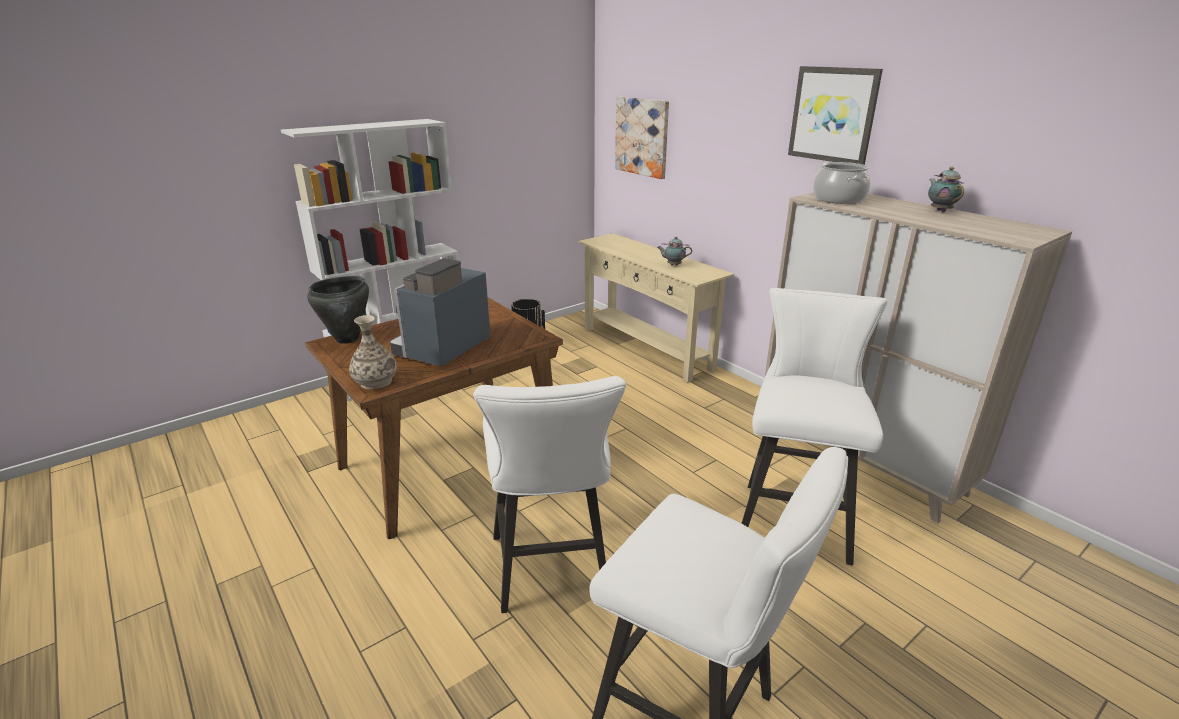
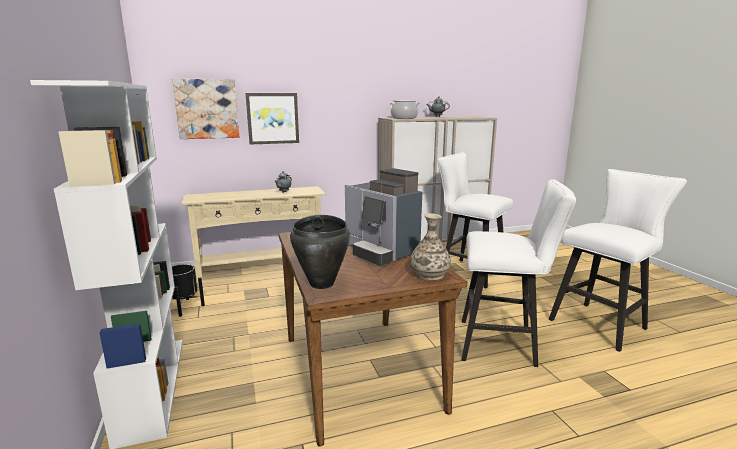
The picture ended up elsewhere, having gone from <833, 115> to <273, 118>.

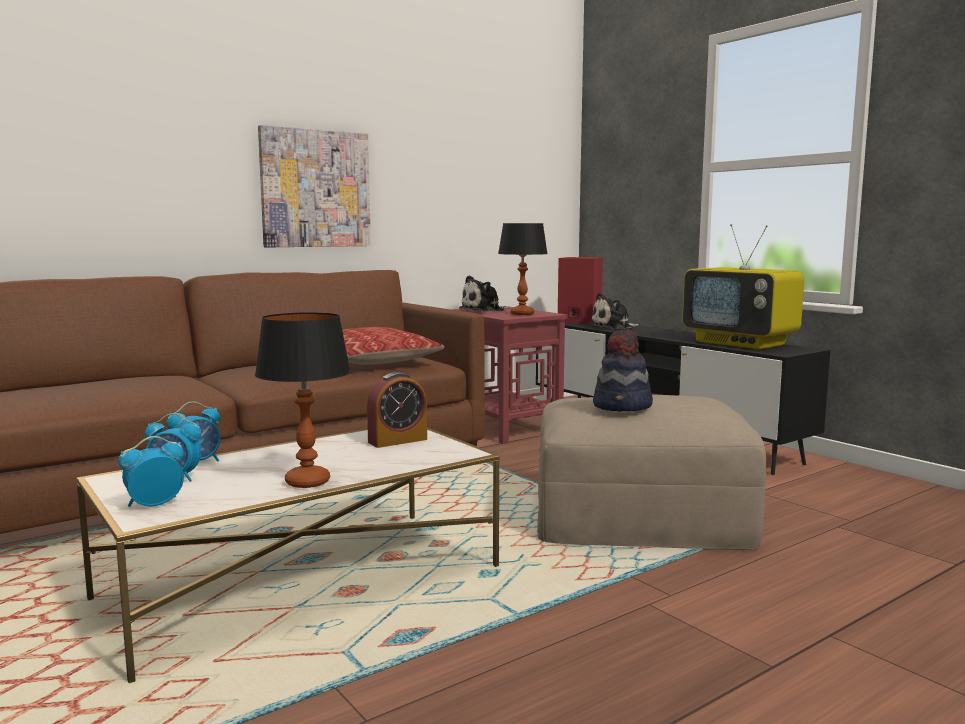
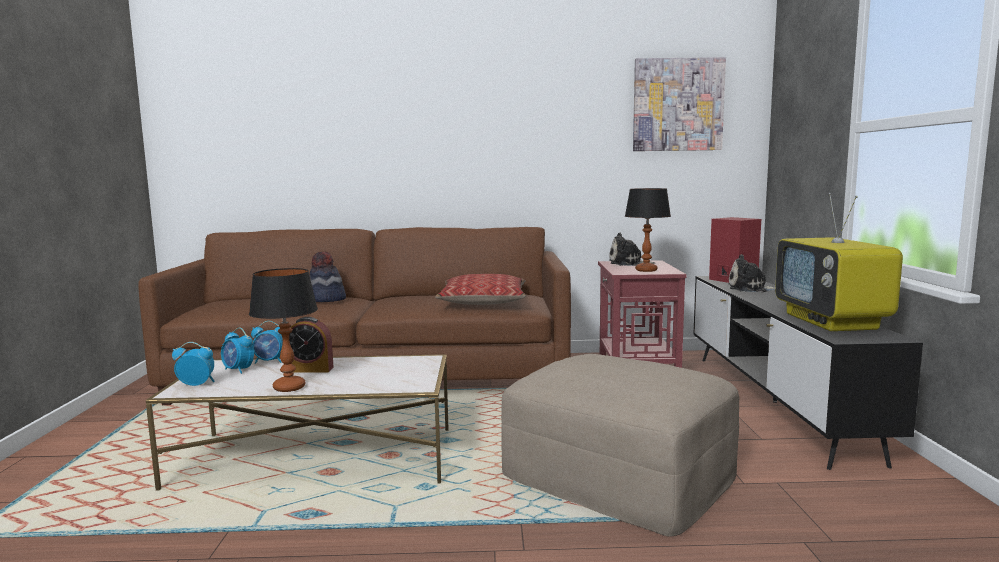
The alarm clock ended up elsewhere, having gone from <397, 441> to <310, 369>.
The hat ended up elsewhere, having gone from <623, 406> to <326, 300>.
The picture ended up elsewhere, having gone from <315, 189> to <678, 105>.

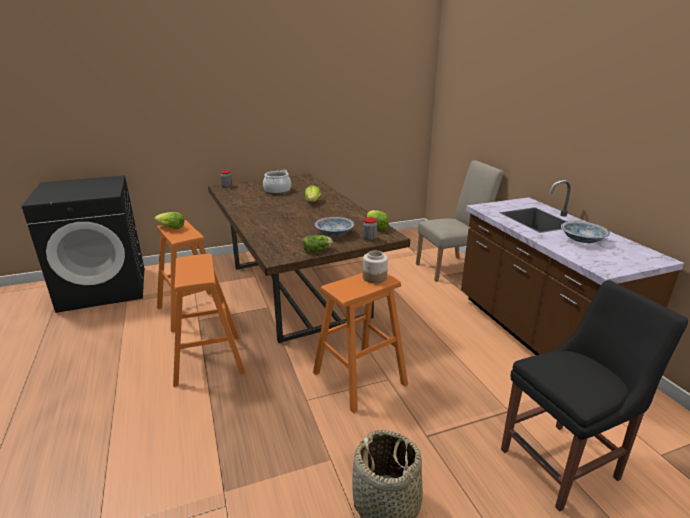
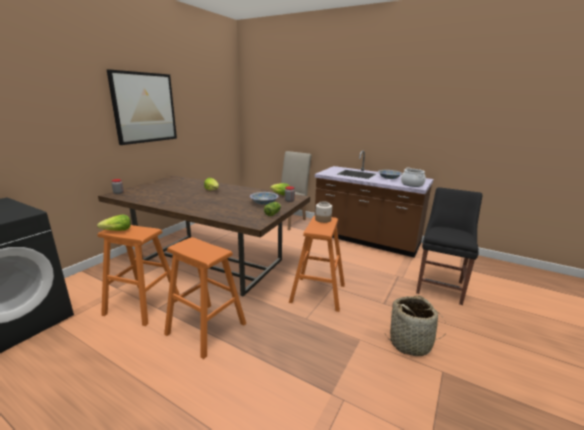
The second view gained the picture at <144, 108>.
The cooking pot ended up elsewhere, having gone from <277, 190> to <412, 184>.

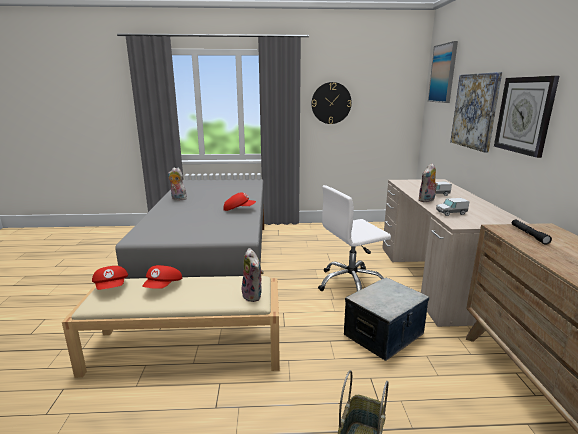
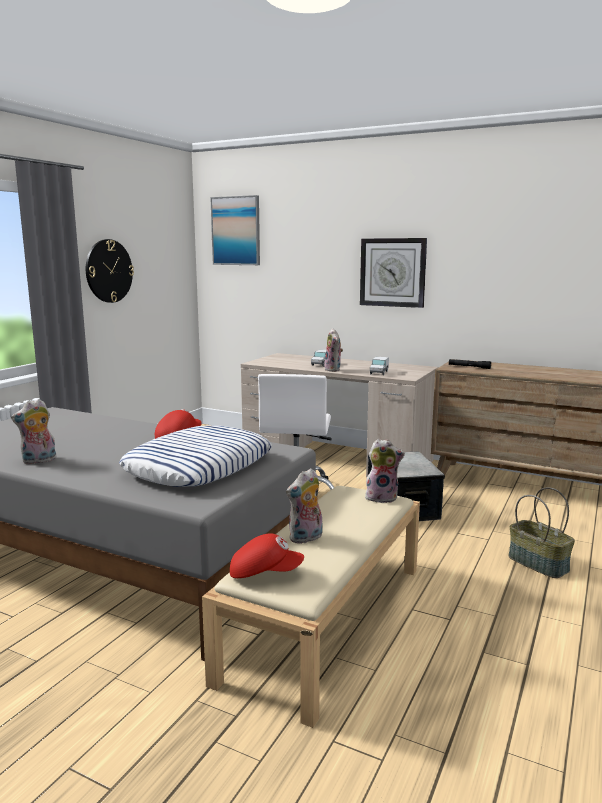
The second view gained the pillow at <199, 466>.
Where the red cap stood at <163, 286>, the plush toy came to stand at <306, 538>.
The second view lost the picture at <475, 111>.

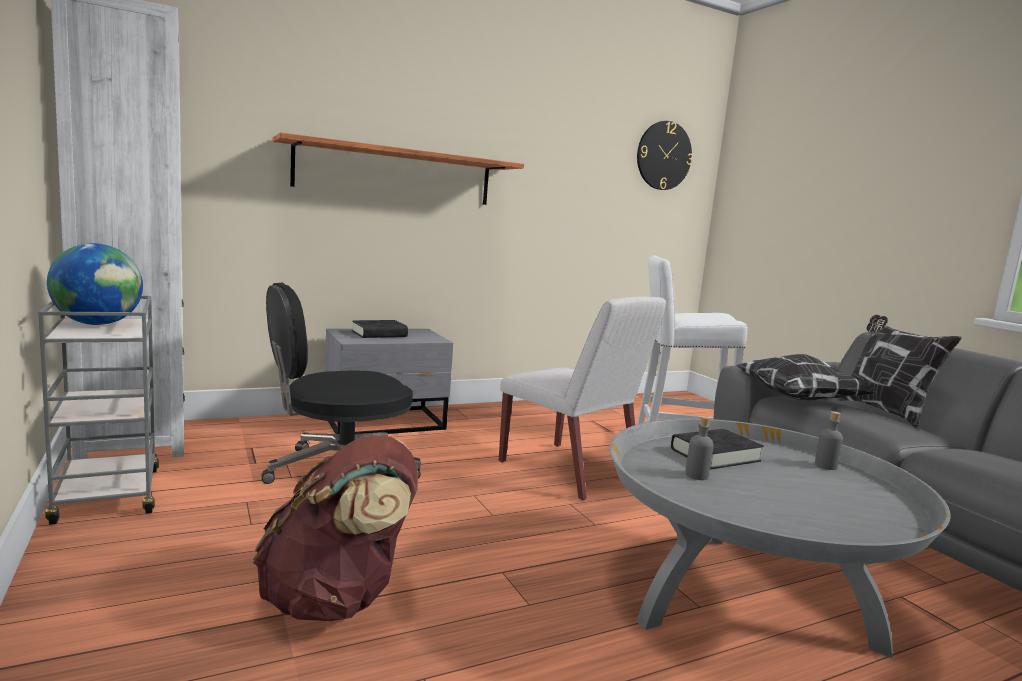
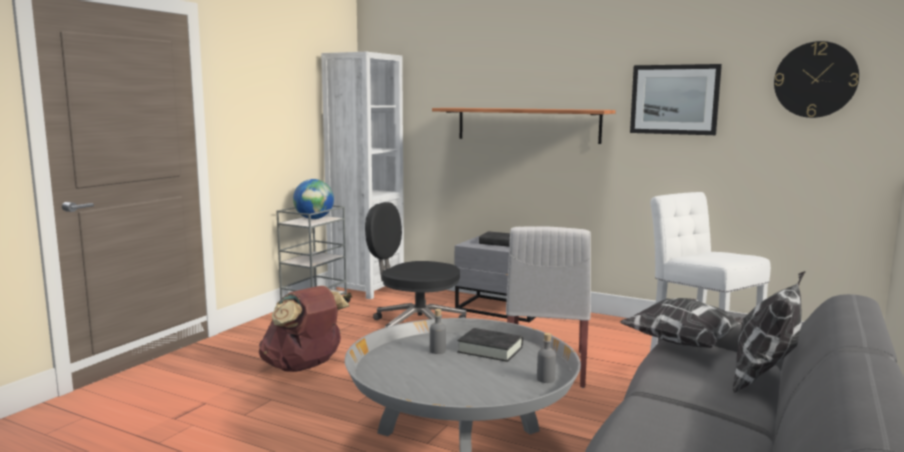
The second view gained the picture at <674, 99>.

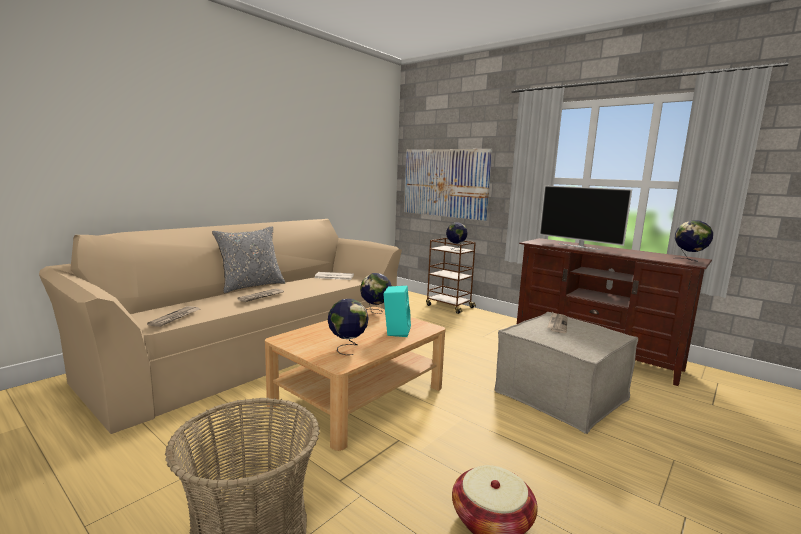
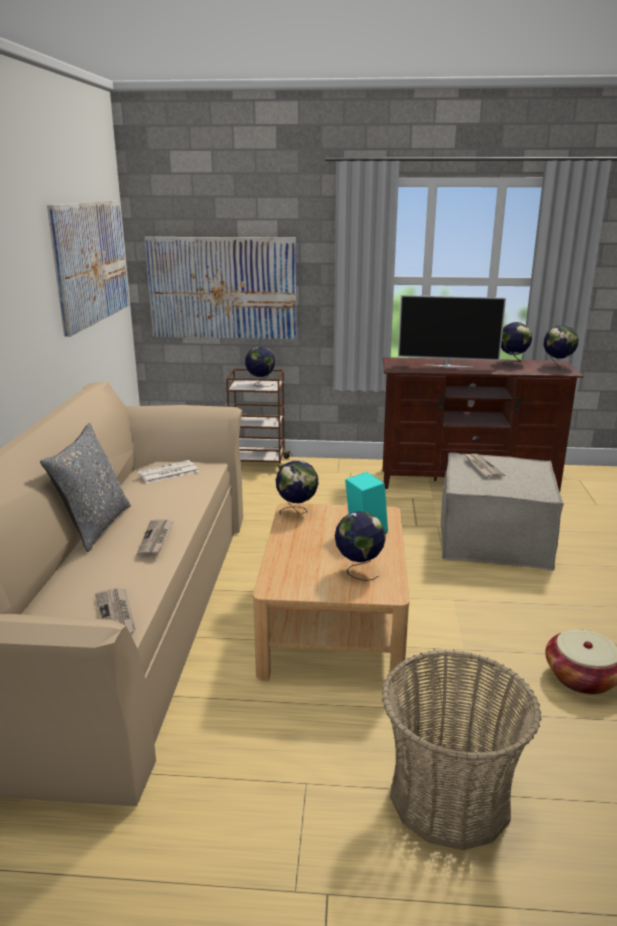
The second view gained the picture at <91, 262>.
The second view gained the globe at <512, 363>.

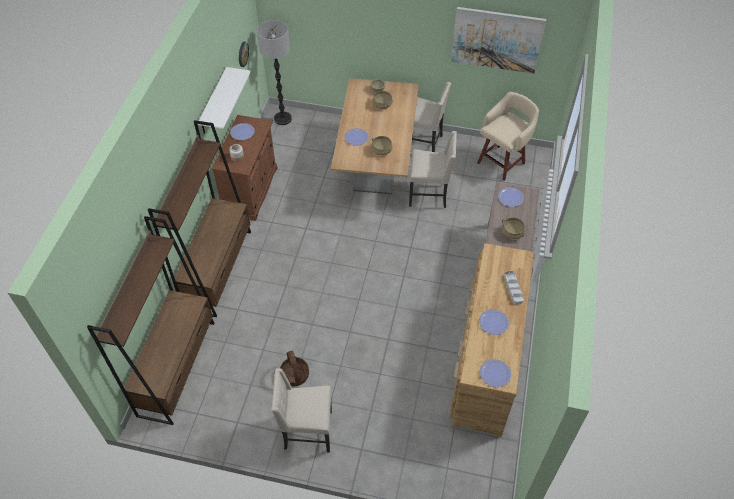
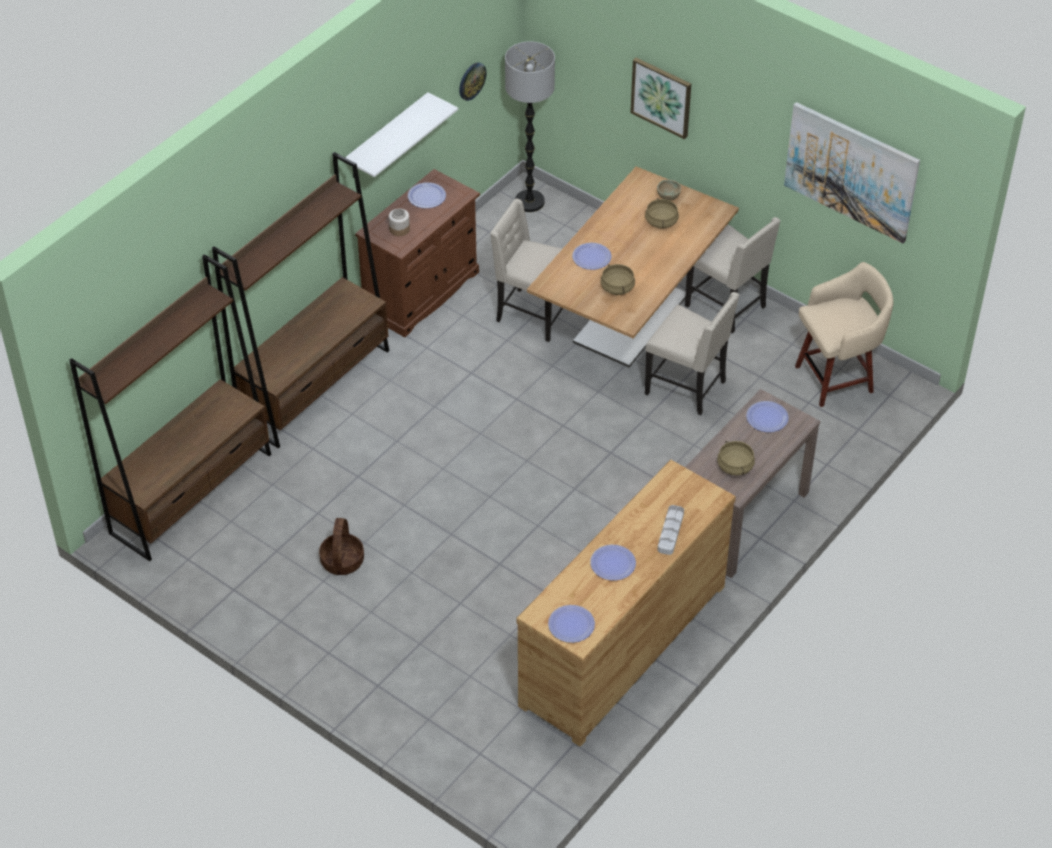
The beige chair ended up elsewhere, having gone from <306, 431> to <532, 314>.
The second view gained the picture at <661, 97>.

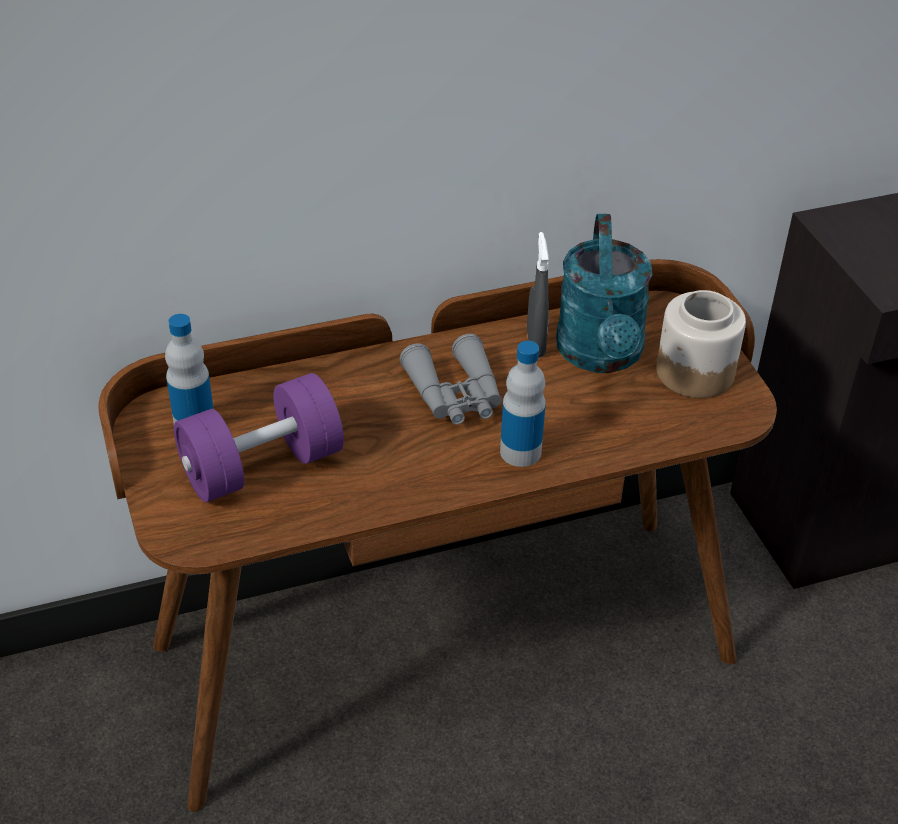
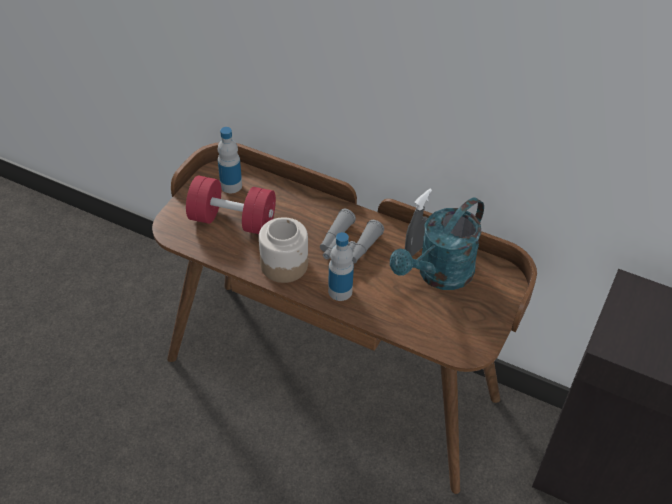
What was the purple dumbbell at <262, 466> turned into the red dumbbell at <233, 221>.
The jar ended up elsewhere, having gone from <694, 372> to <284, 264>.

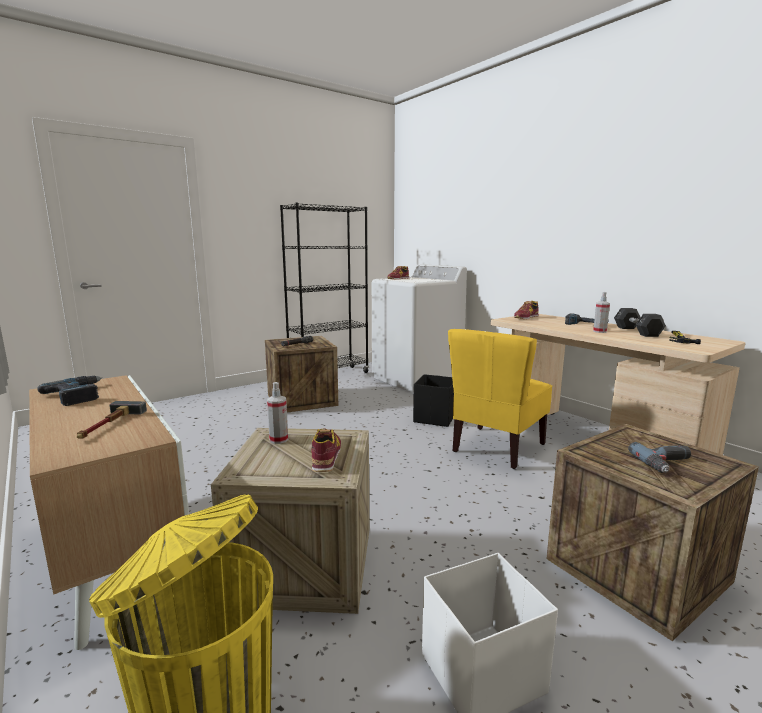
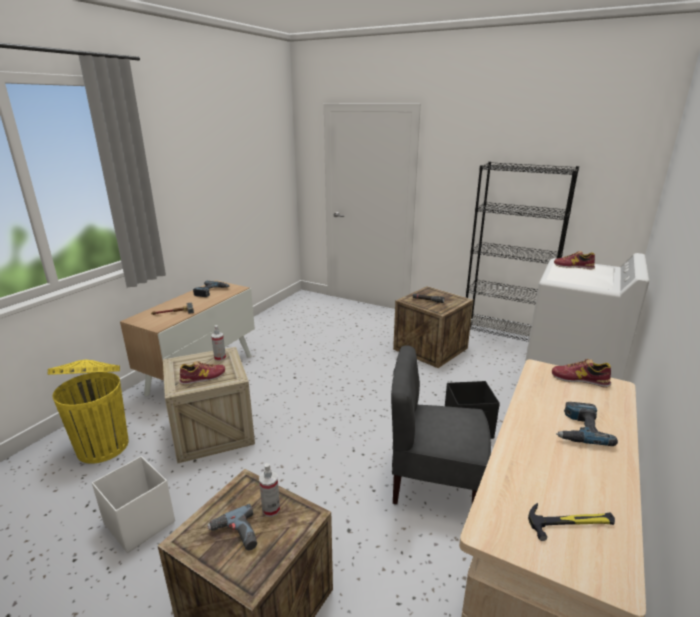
The spray bottle ended up elsewhere, having gone from <599, 331> to <271, 509>.
What was the yellow chair at <497, 447> turned into the grey chair at <434, 484>.
The second view lost the black dumbbell at <637, 331>.

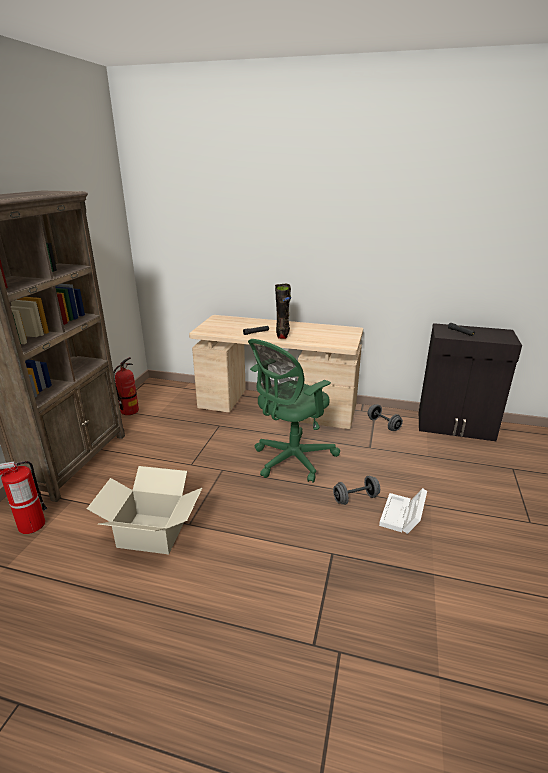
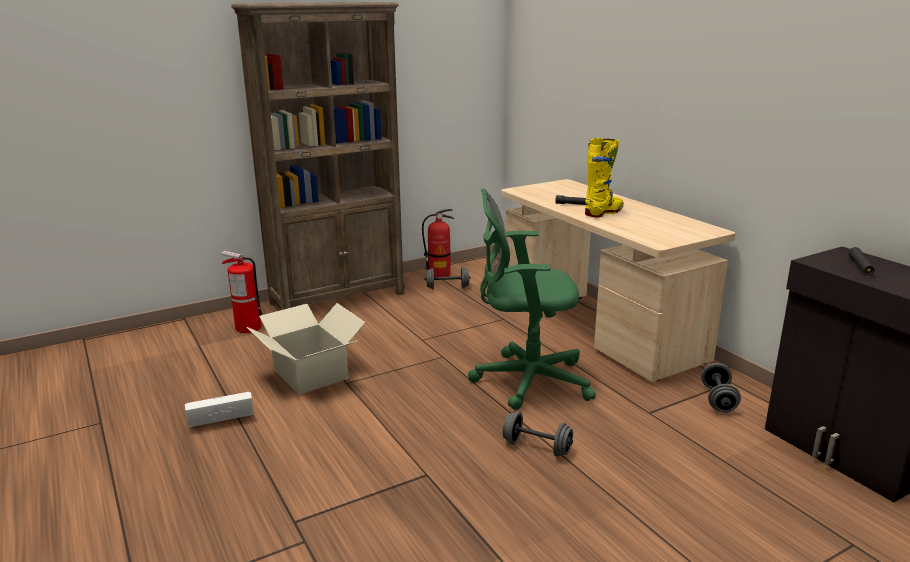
The white storage box ended up elsewhere, having gone from <402, 517> to <218, 415>.
The second view gained the grey dumbbell at <447, 288>.
What was the black boot at <283, 334> turned into the yellow boot at <604, 213>.

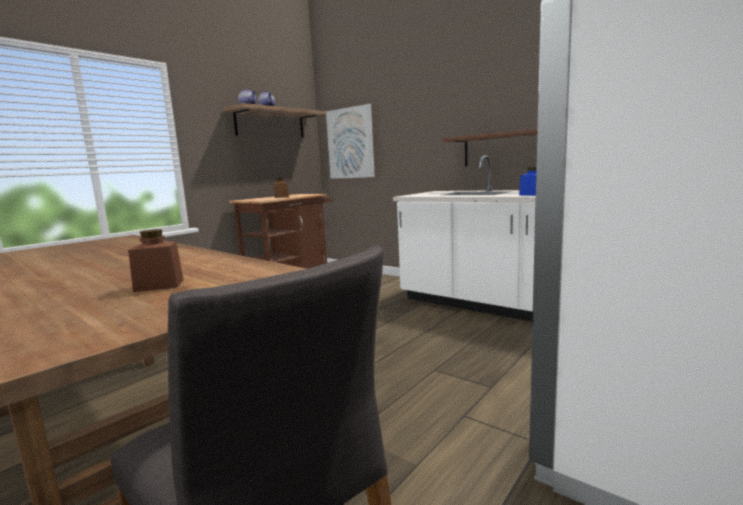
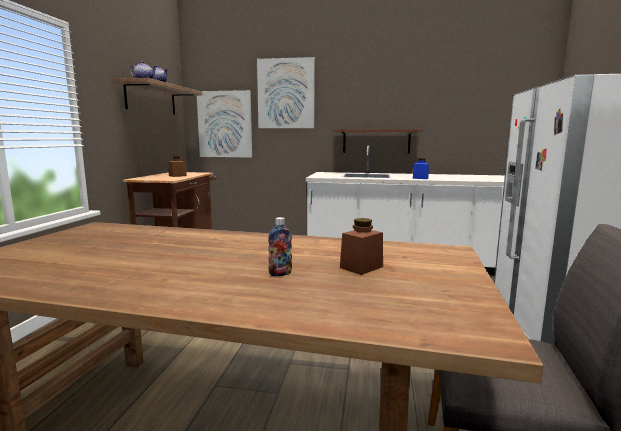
The second view gained the picture at <286, 93>.
The second view gained the bottle at <280, 273>.

